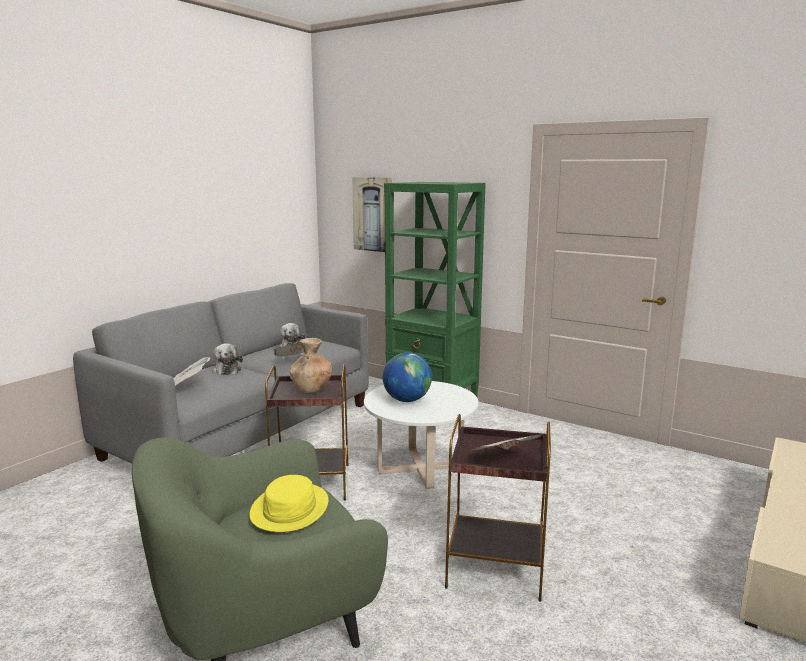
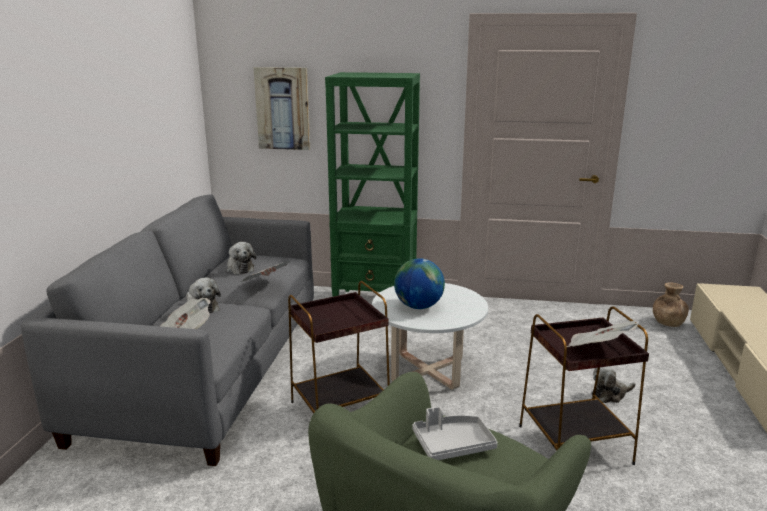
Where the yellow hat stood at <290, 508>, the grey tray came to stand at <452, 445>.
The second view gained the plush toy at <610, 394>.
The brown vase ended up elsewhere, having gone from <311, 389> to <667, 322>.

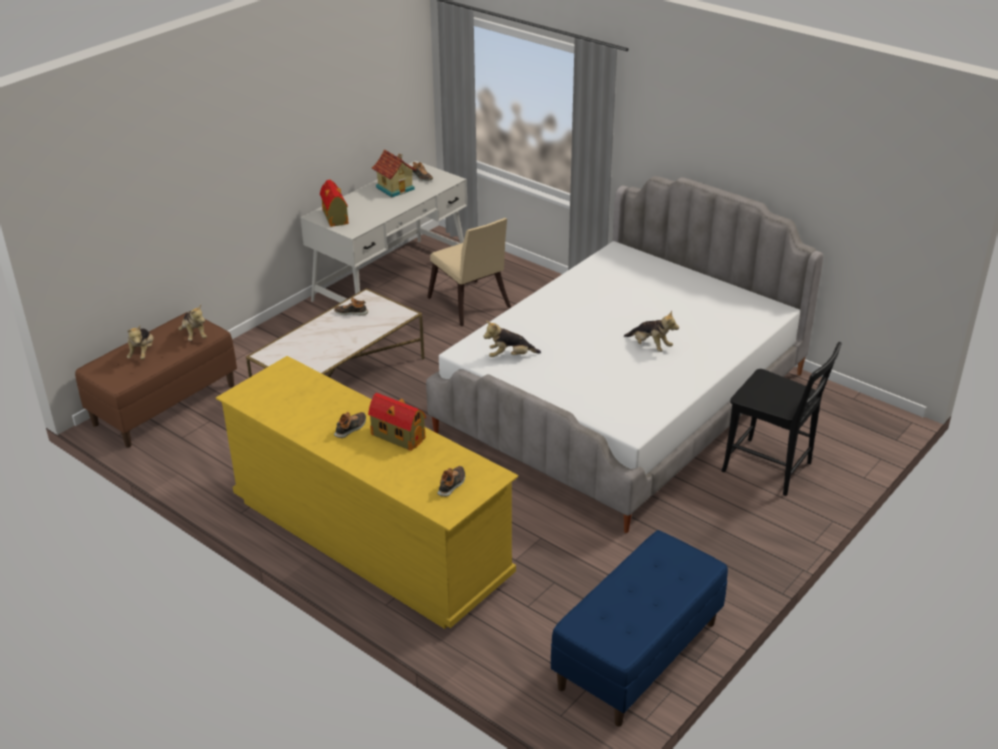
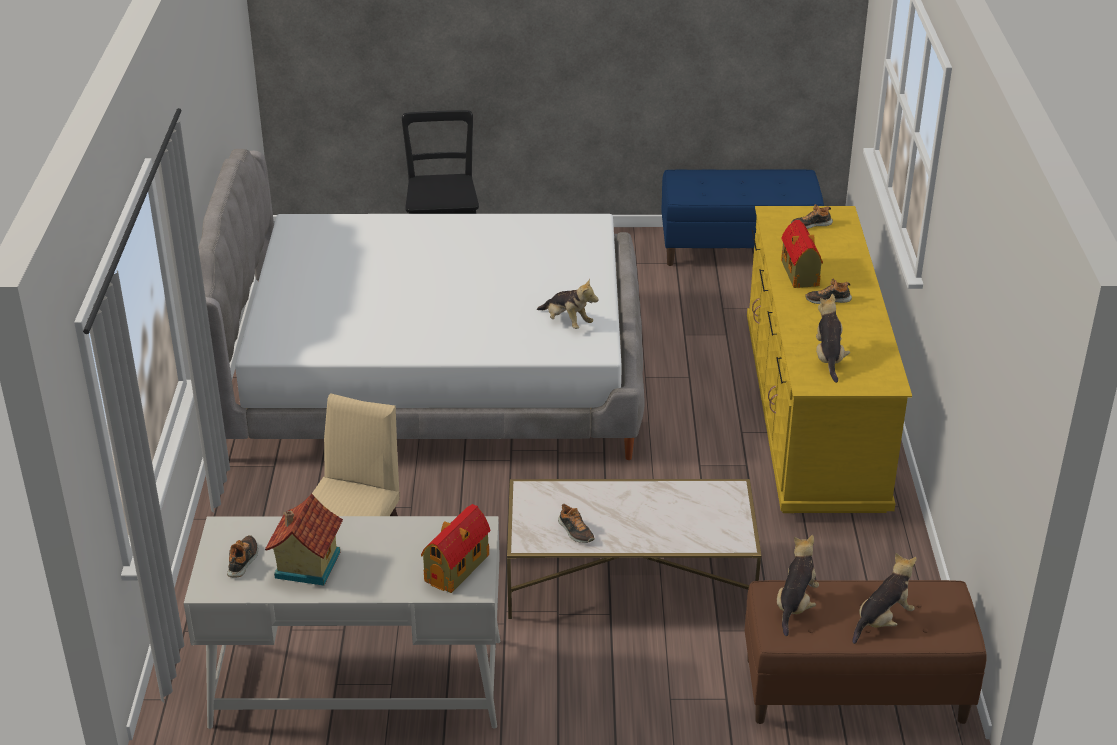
The plush toy ended up elsewhere, having gone from <650, 346> to <828, 359>.

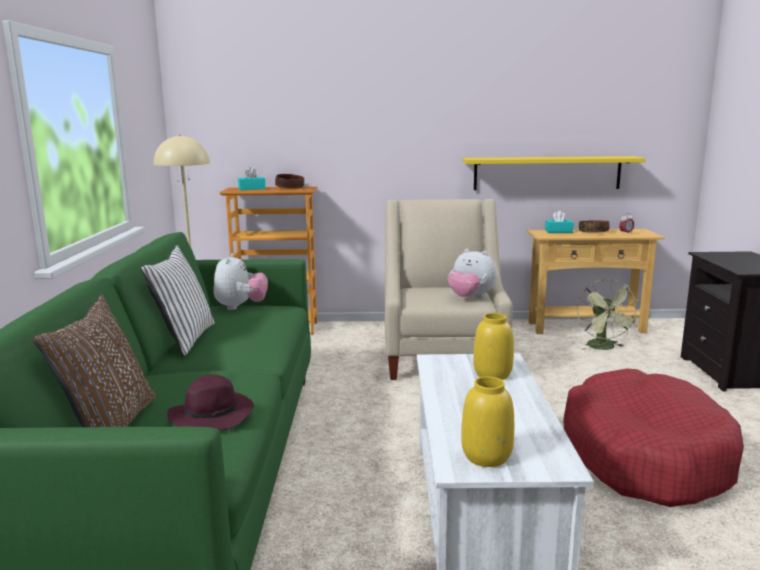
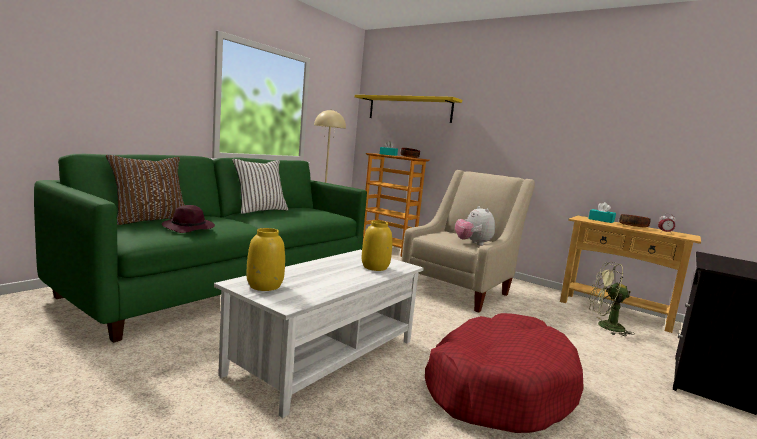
The yellow shelf ended up elsewhere, having gone from <547, 173> to <409, 109>.
The green fan at <604, 348> ended up facing another way, 75 degrees clockwise from before.
The second view lost the plush toy at <241, 307>.

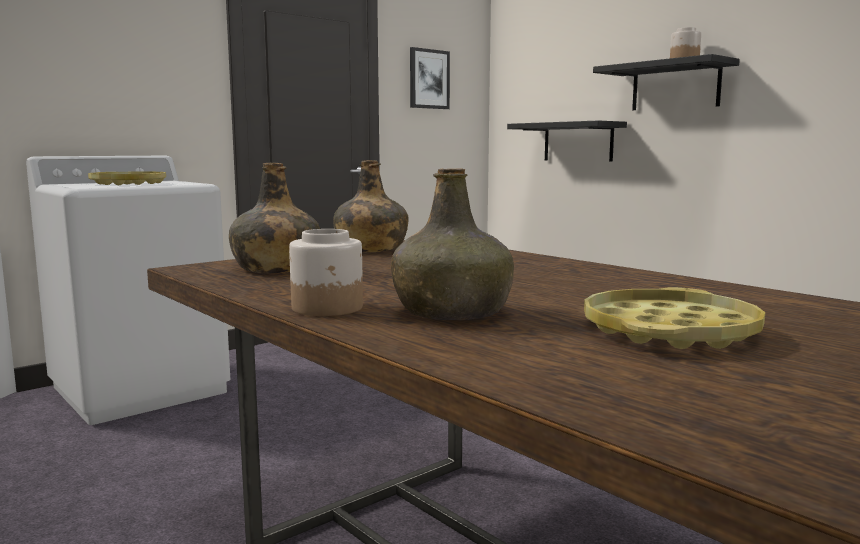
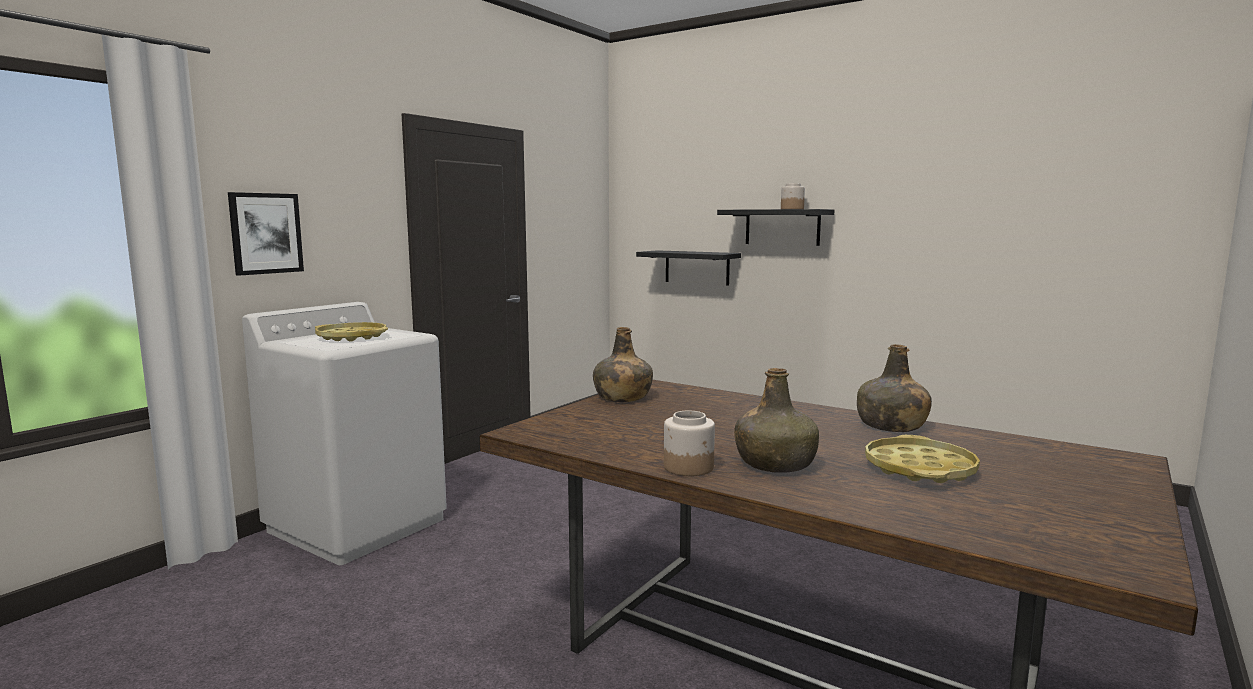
The picture ended up elsewhere, having gone from <428, 79> to <265, 233>.
The green bottle ended up elsewhere, having gone from <275, 269> to <891, 426>.

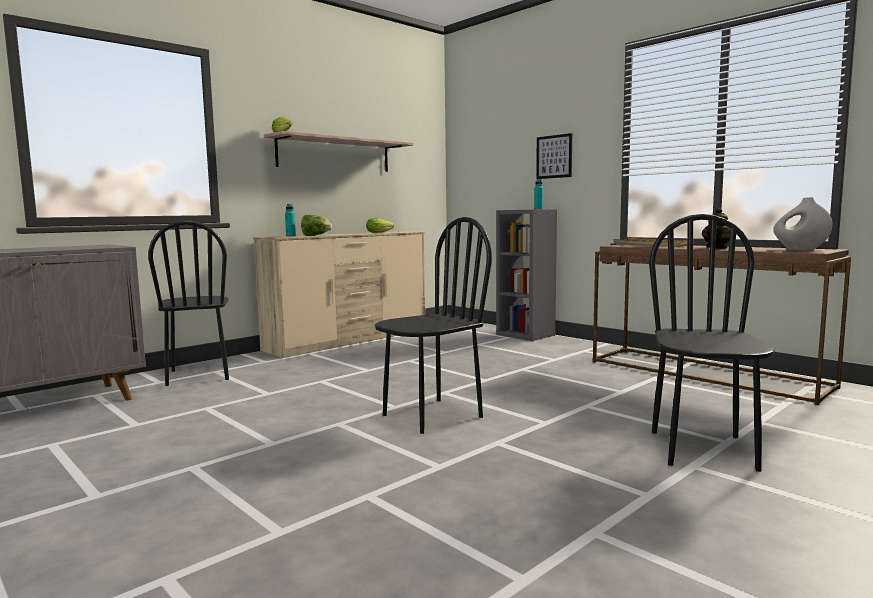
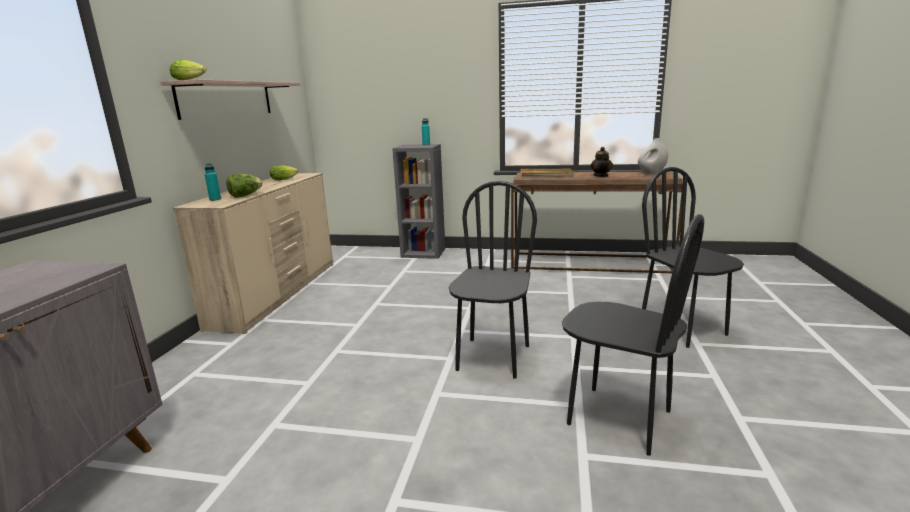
The black chair ended up elsewhere, having gone from <198, 375> to <619, 418>.
The second view lost the picture at <554, 156>.

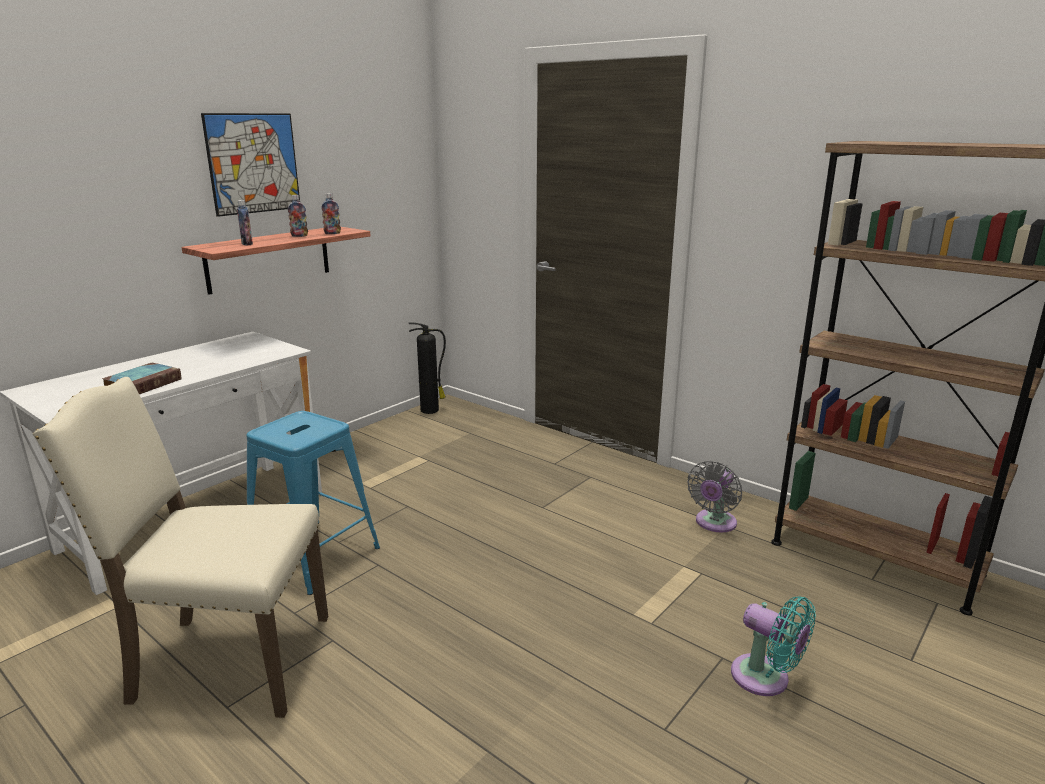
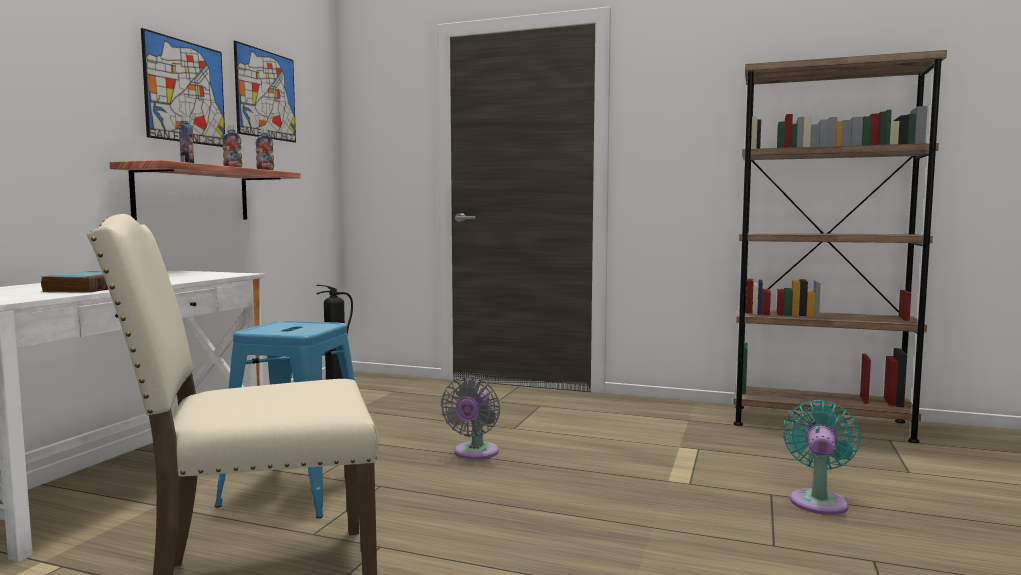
The second view gained the picture at <265, 94>.
The grey fan ended up elsewhere, having gone from <714, 523> to <474, 453>.
The turquoise fan at <765, 679> ended up facing another way, 90 degrees counterclockwise from before.

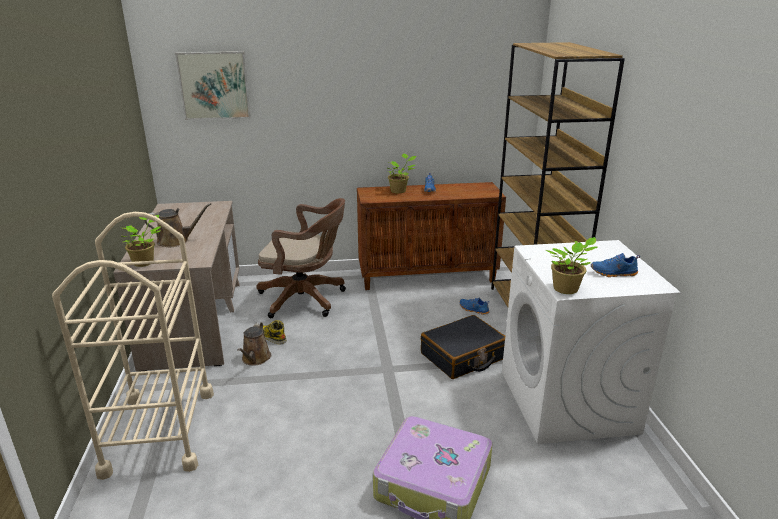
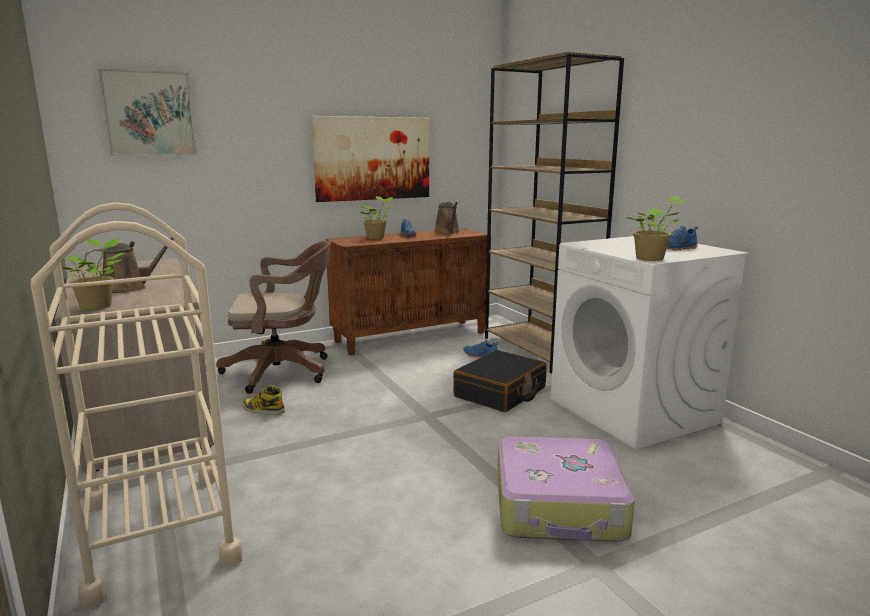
The second view gained the picture at <372, 158>.
The brown watering can ended up elsewhere, having gone from <255, 359> to <447, 232>.

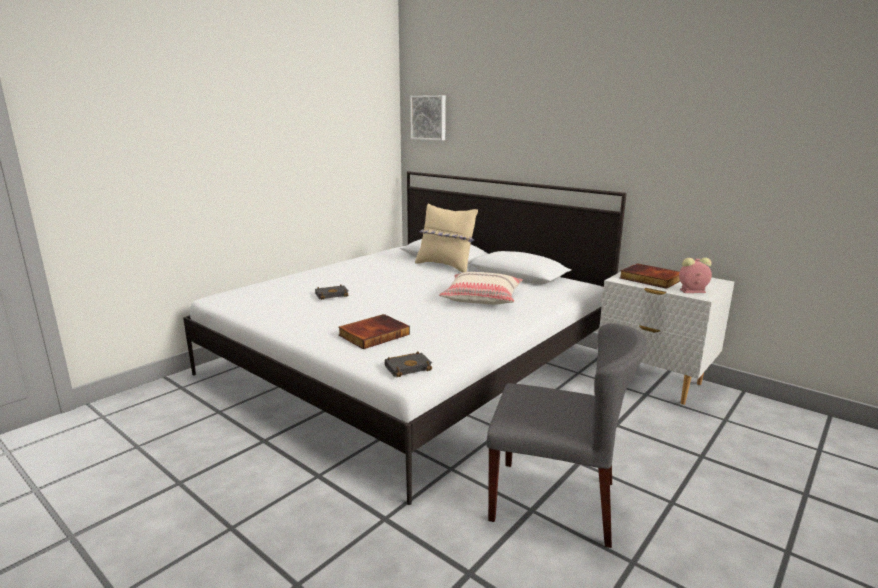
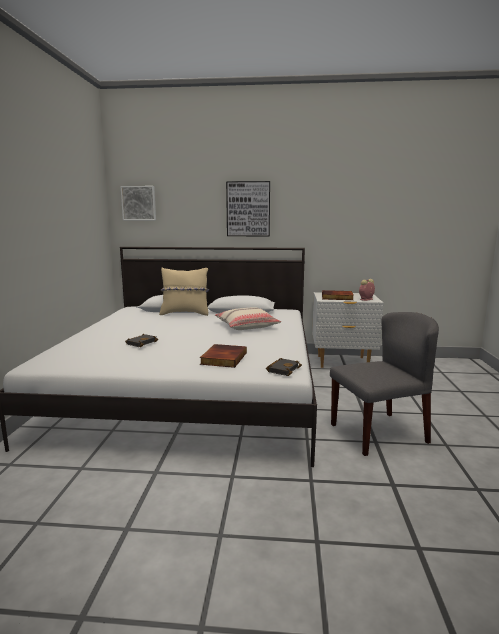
The second view gained the picture at <248, 209>.

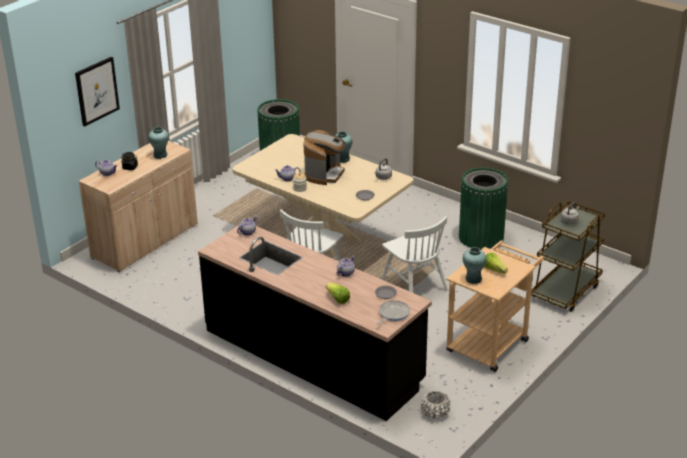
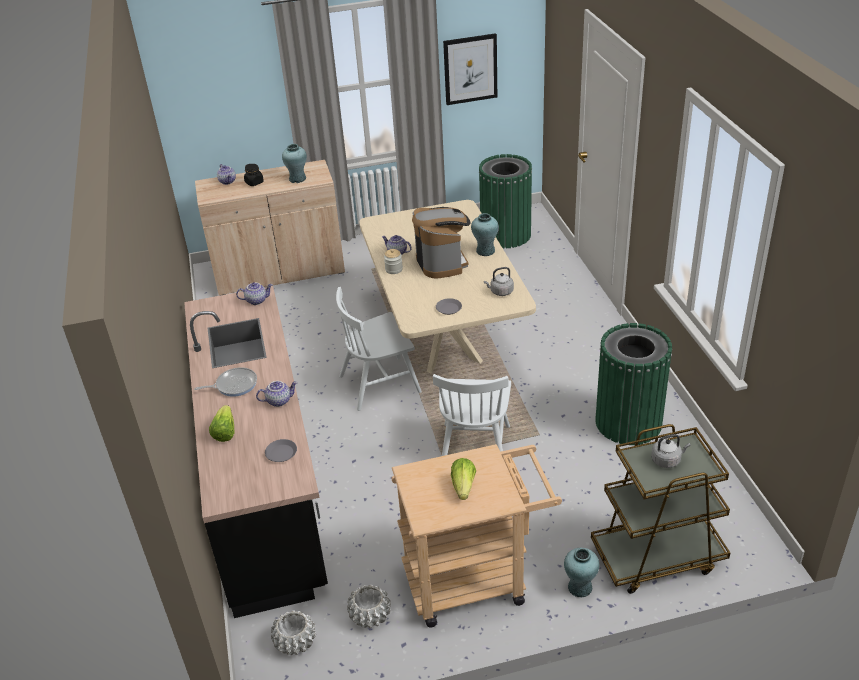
The frying pan ended up elsewhere, having gone from <392, 314> to <234, 385>.
The second view gained the white planter at <370, 616>.
The coffee machine at <325, 174> ended up facing another way, 75 degrees counterclockwise from before.
The picture ended up elsewhere, having gone from <96, 91> to <470, 69>.
The turquoise vase ended up elsewhere, having gone from <473, 279> to <579, 587>.

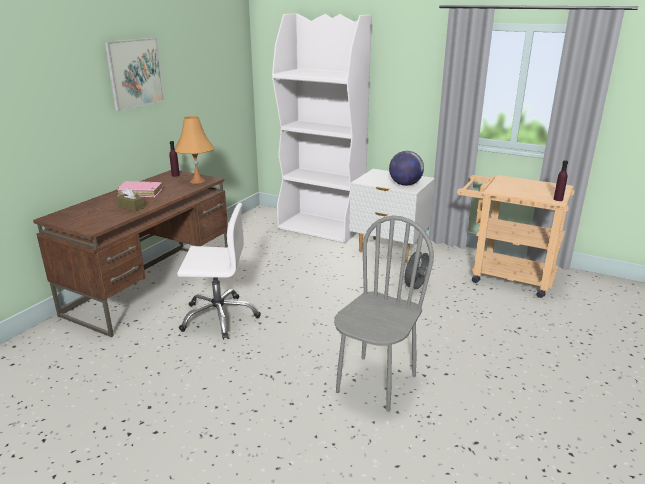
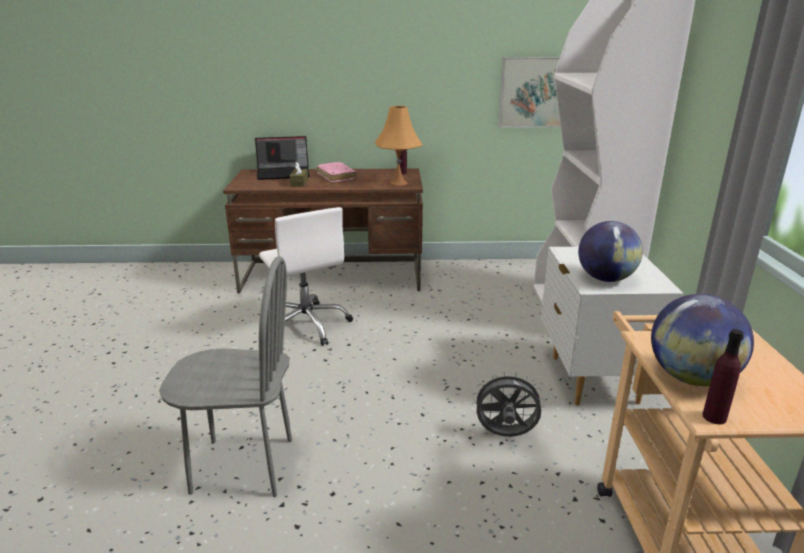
The second view gained the laptop at <284, 173>.
The picture ended up elsewhere, having gone from <135, 73> to <533, 92>.
The second view gained the globe at <691, 378>.

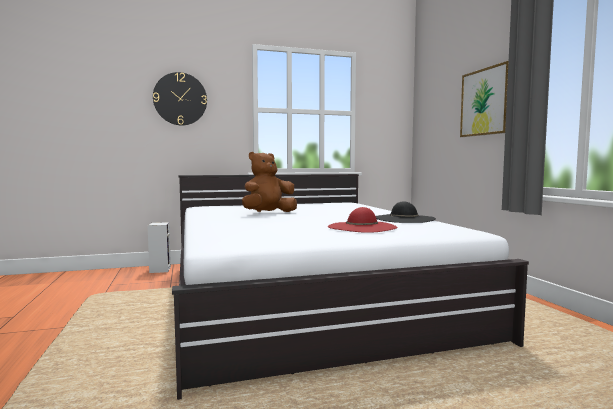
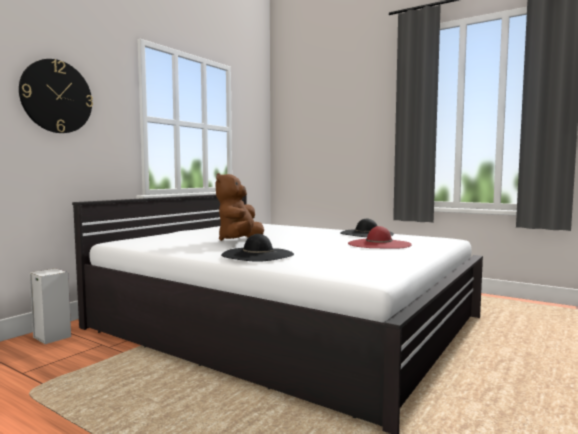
The second view gained the black hat at <257, 254>.
The second view lost the picture at <485, 102>.

